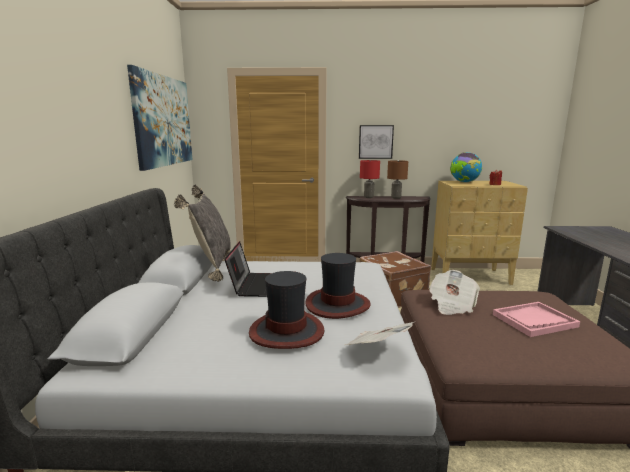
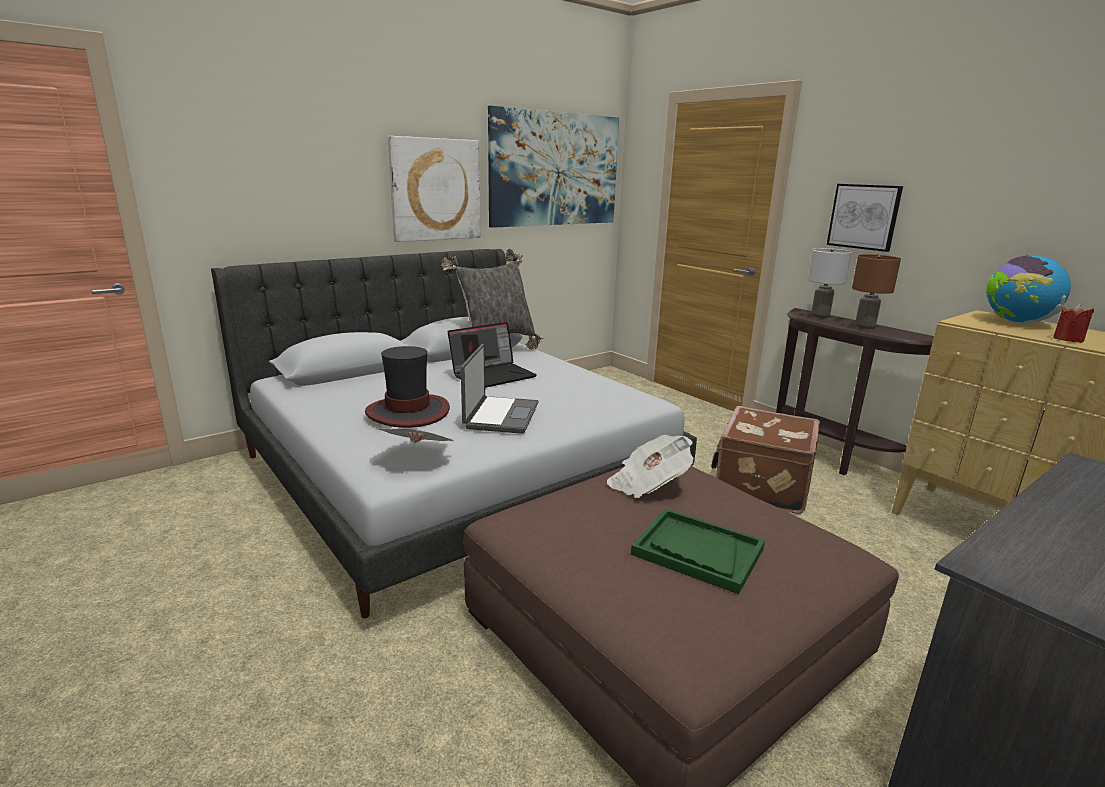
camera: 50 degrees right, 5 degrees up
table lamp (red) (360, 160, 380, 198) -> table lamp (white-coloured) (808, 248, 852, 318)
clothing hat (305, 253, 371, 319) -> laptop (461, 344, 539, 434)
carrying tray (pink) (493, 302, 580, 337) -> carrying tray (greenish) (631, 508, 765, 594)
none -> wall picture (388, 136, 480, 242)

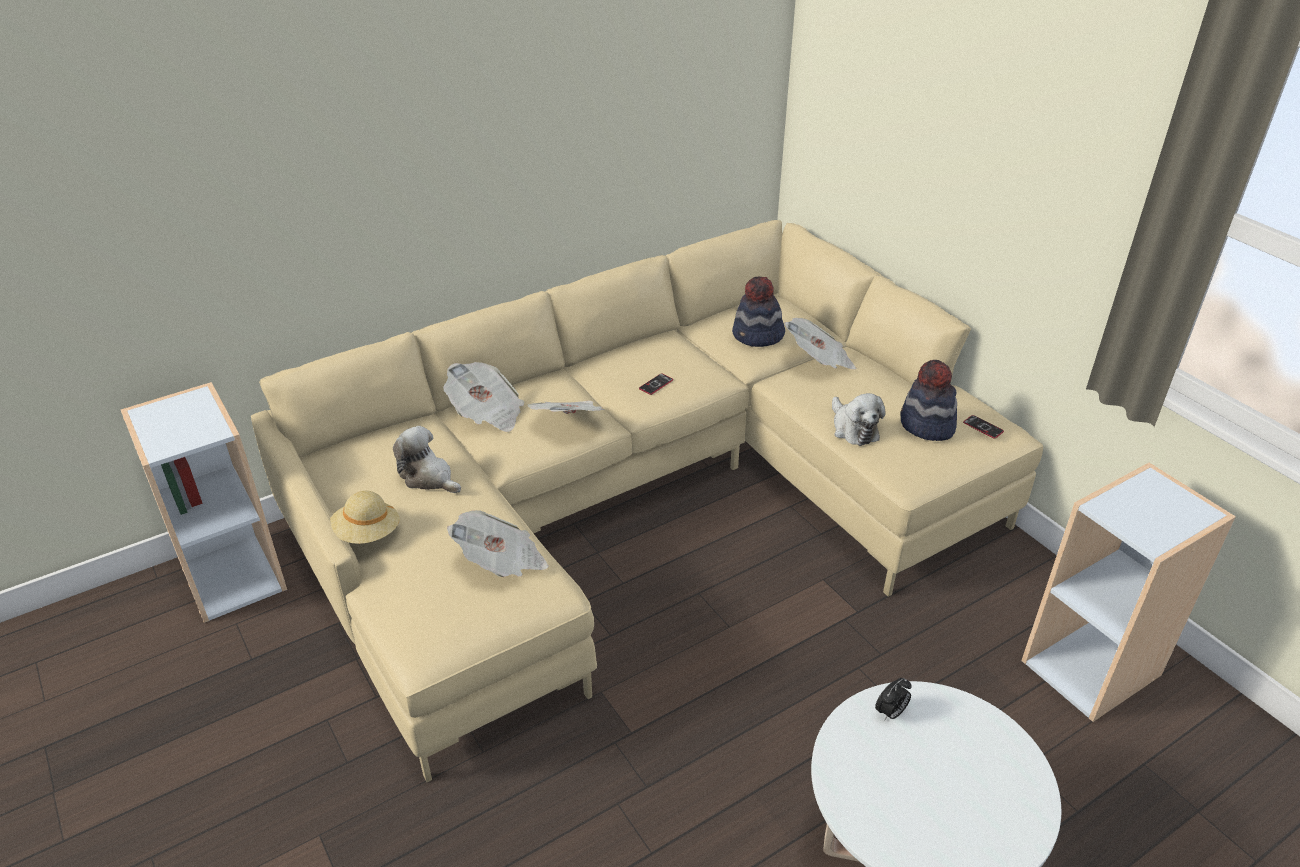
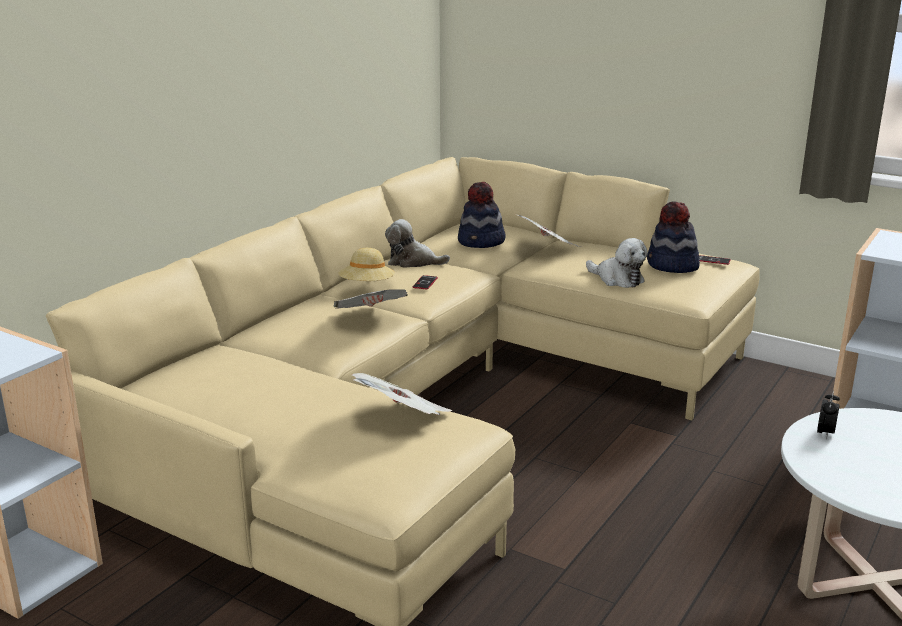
camera: 25 degrees left, 15 degrees down
newspaper (443, 362, 524, 432) -> none
soft toy (393, 426, 461, 493) -> soft toy (385, 219, 450, 268), relocated
clothing hat (sand-coloured) (330, 491, 400, 544) -> clothing hat (sand-coloured) (338, 248, 395, 281), relocated

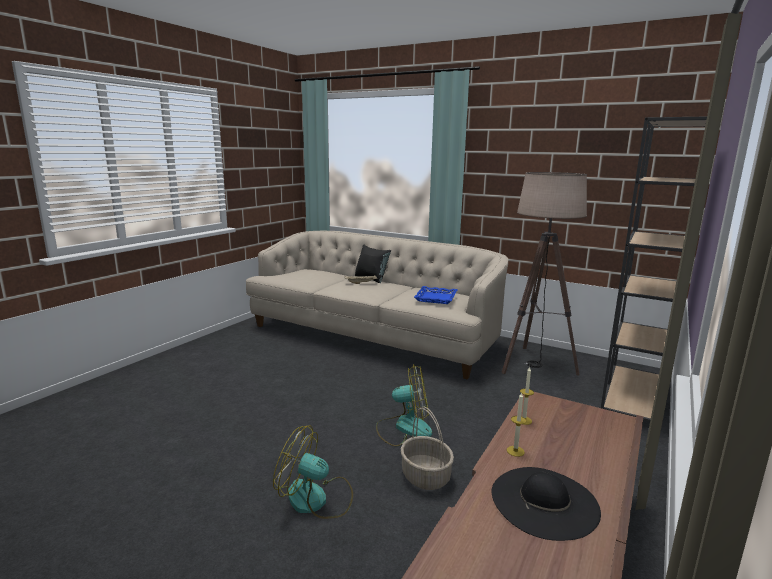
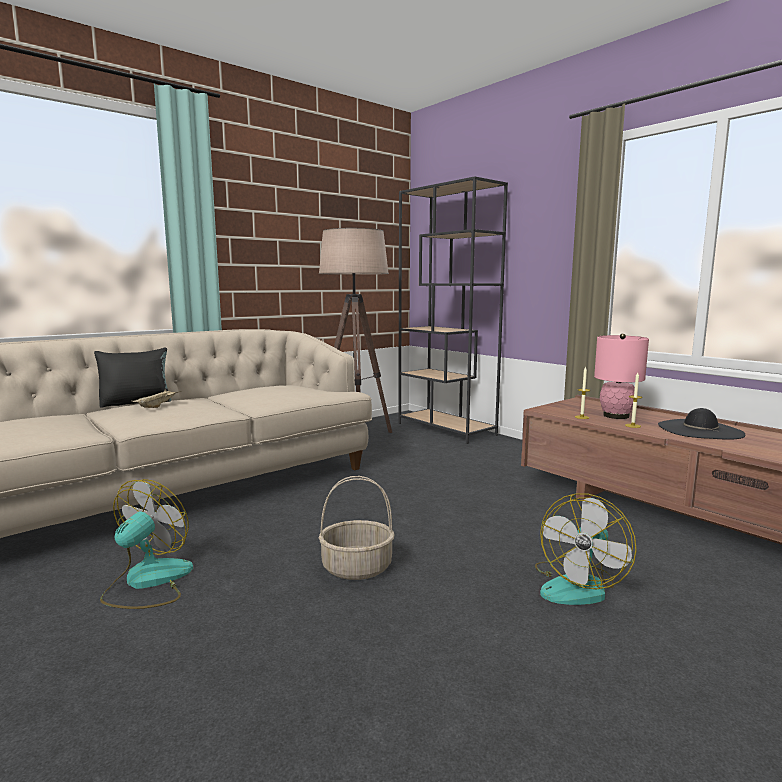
camera: 70 degrees left, 5 degrees down
carrying tray (blue-coloured) (414, 286, 457, 304) -> none
cooling fan (376, 364, 432, 446) -> cooling fan (100, 479, 193, 609), relocated
household basket (401, 407, 454, 490) -> household basket (318, 476, 395, 580), relocated
none -> table lamp (pink) (594, 333, 649, 419)

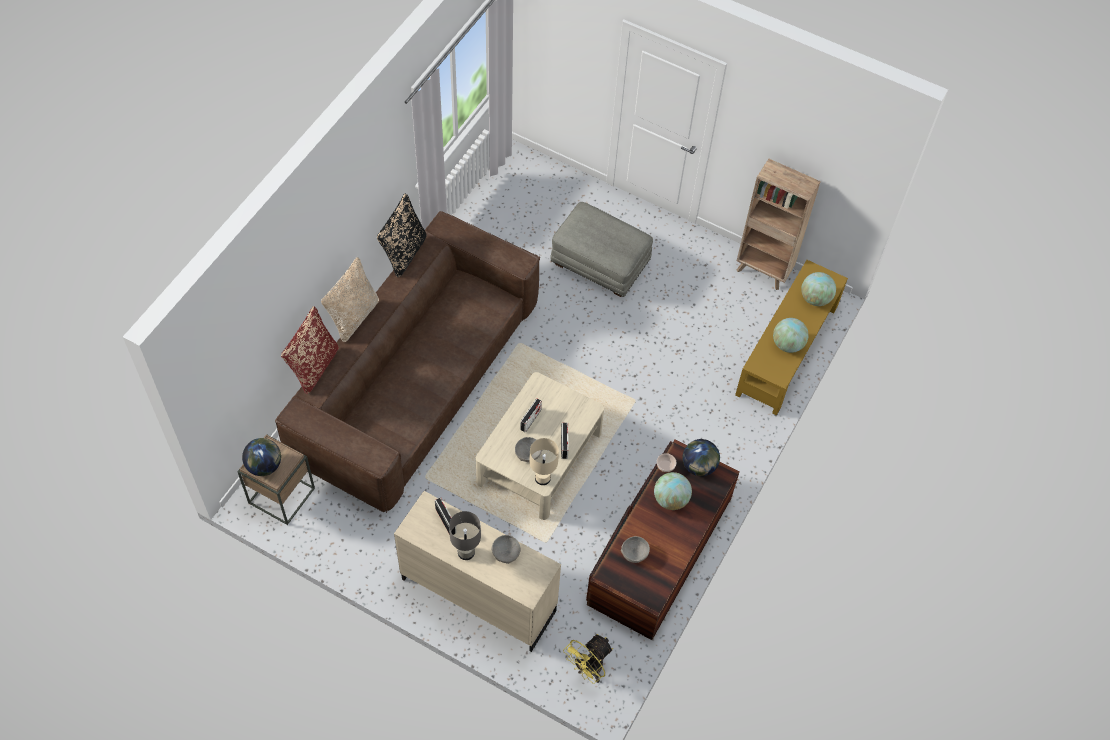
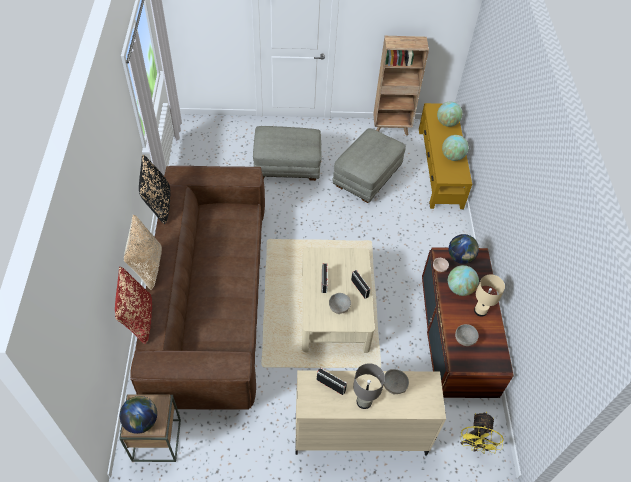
camera: 30 degrees left, 5 degrees down
table lamp (sand-coloured) (529, 438, 559, 485) -> table lamp (sand-coloured) (474, 274, 505, 317), relocated
none -> pouffe (greyish) (333, 128, 406, 203)

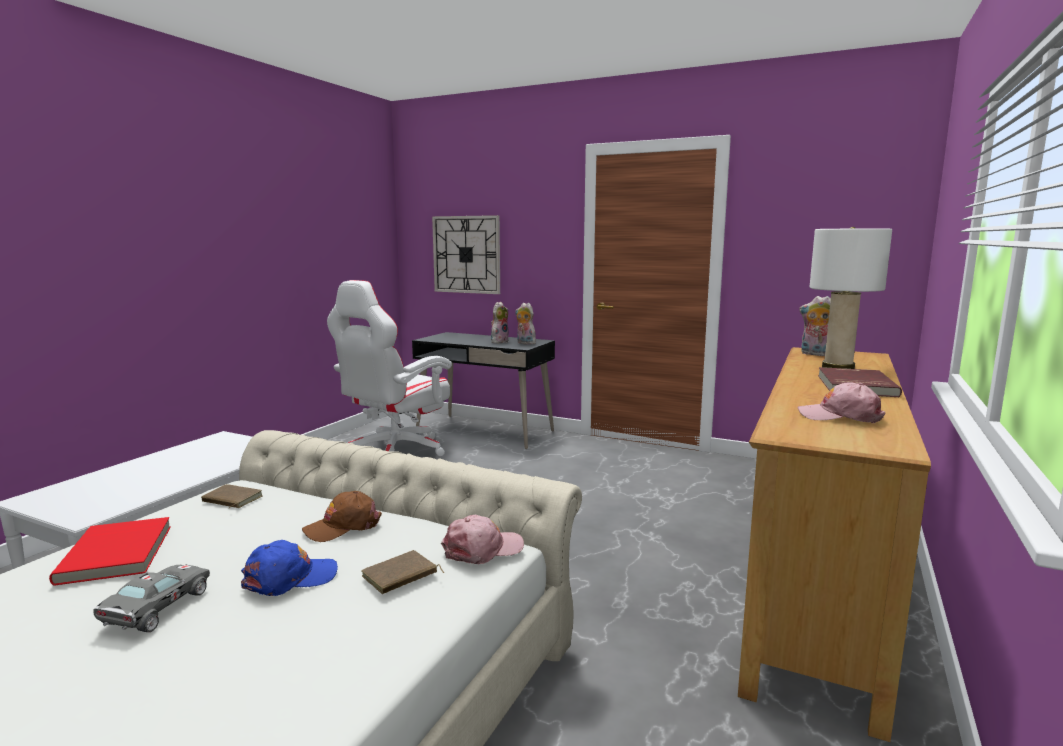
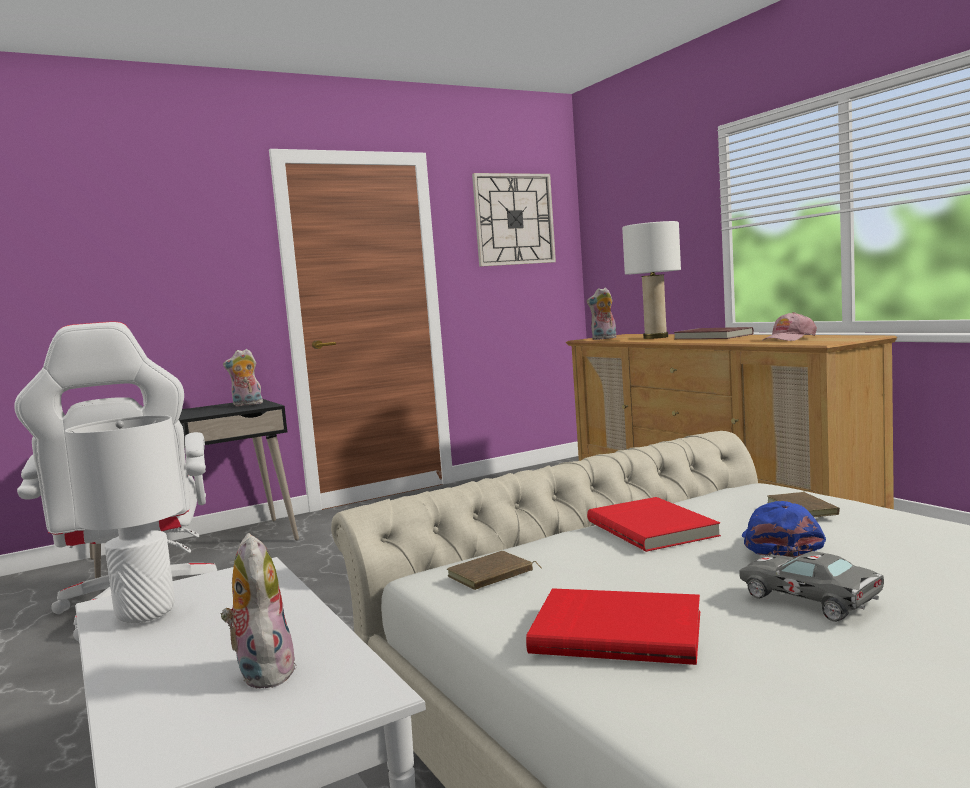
camera: 55 degrees left, 5 degrees down
wall clock (432, 215, 500, 294) -> wall clock (472, 173, 556, 267), relocated
soft toy (491, 302, 509, 343) -> soft toy (221, 533, 297, 688), relocated
baseball cap (brownish) (302, 491, 382, 542) -> book (red) (587, 497, 721, 552)
baseball cap (pink) (441, 515, 524, 564) -> none
none -> table lamp (white-coloured) (65, 415, 183, 623)

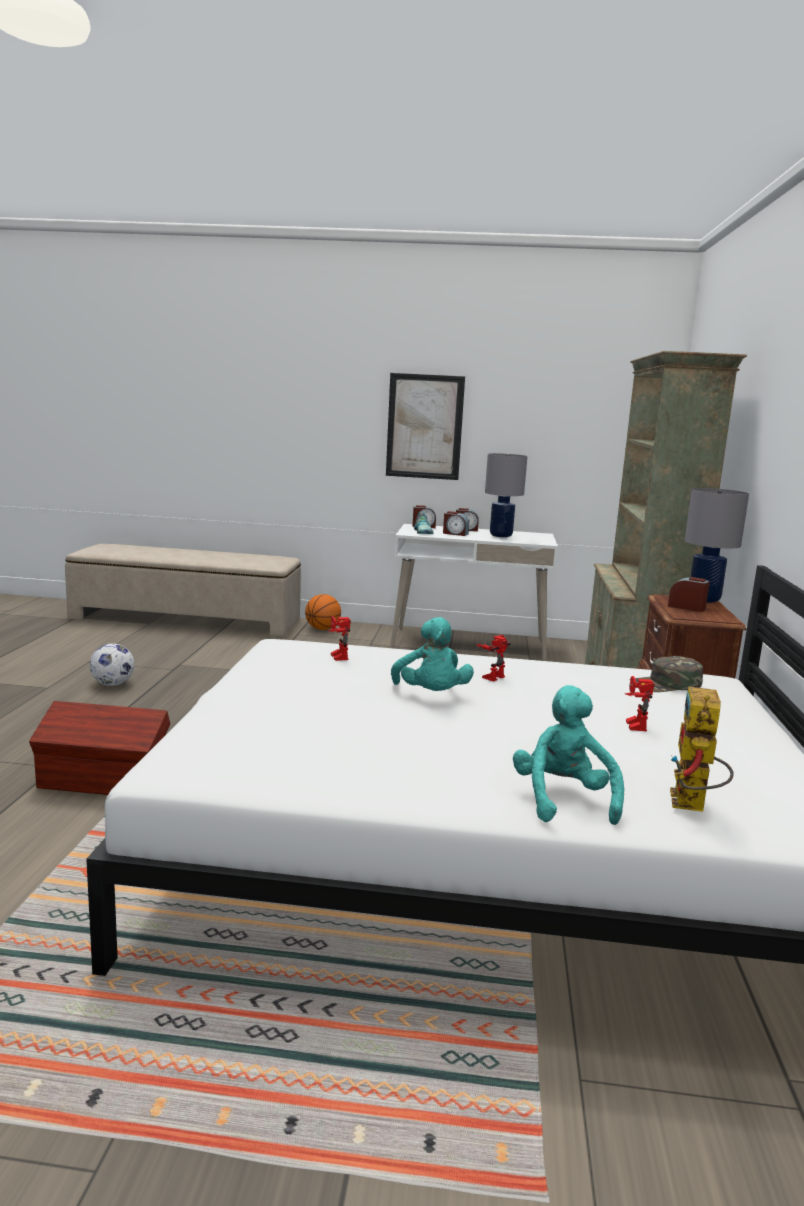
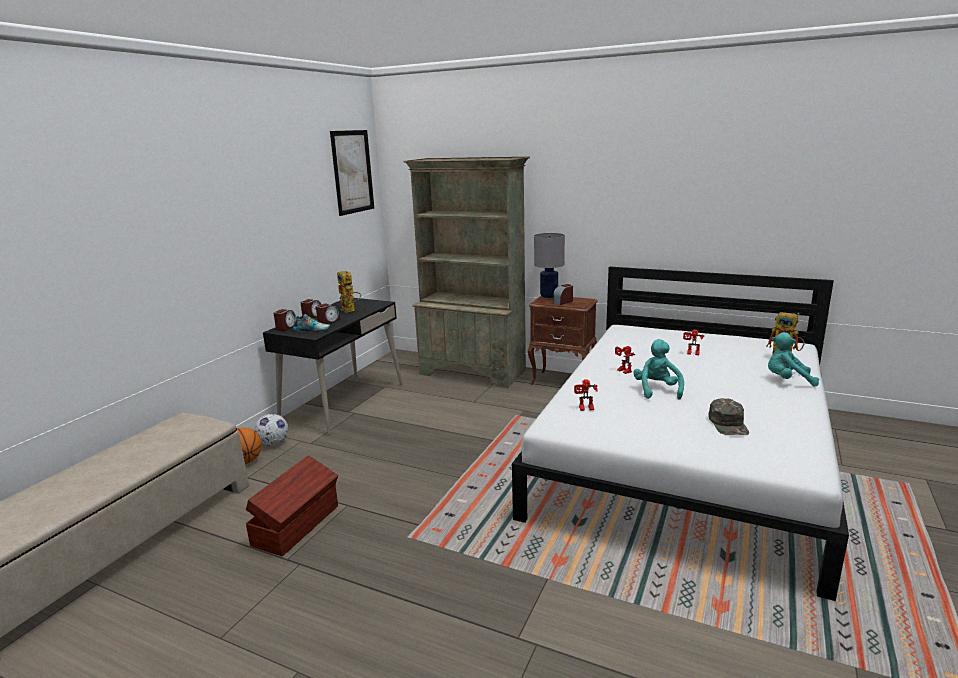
camera: 70 degrees left, 5 degrees up
wall picture (386, 373, 465, 480) -> wall picture (330, 130, 374, 216), relocated
table lamp (greyish) (485, 453, 527, 537) -> model robot (337, 271, 361, 313)
desk table (white-coloured) (390, 524, 558, 661) -> desk table (blackish) (263, 298, 402, 435)
soft toy (turquoise-coloured) (391, 617, 474, 691) -> soft toy (turquoise-coloured) (633, 339, 684, 400), 90 degrees counterclockwise
football ball (90, 644, 135, 686) -> football ball (254, 414, 288, 446), relocated
baseball cap (greenish) (630, 656, 703, 692) -> baseball cap (greenish) (708, 398, 749, 435), relocated
storage box (brownish) (29, 701, 170, 795) -> storage box (brownish) (246, 455, 338, 556), relocated

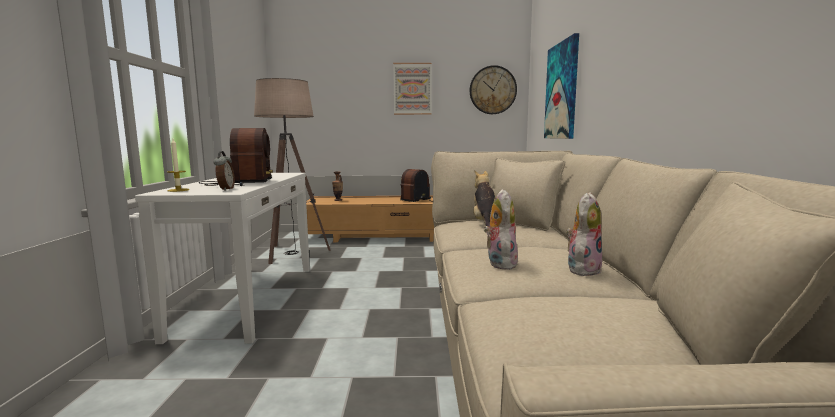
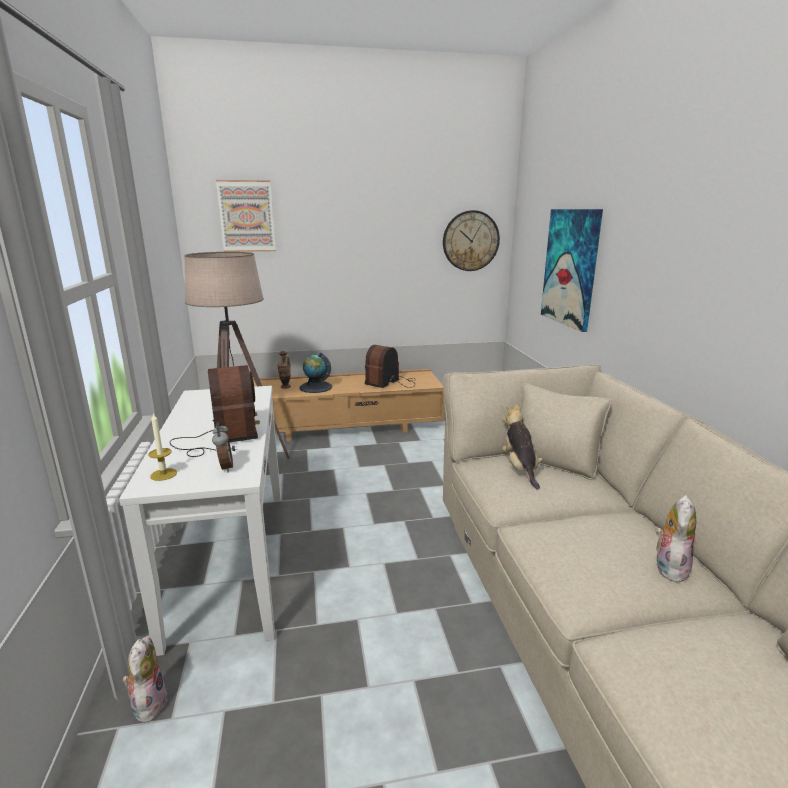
camera: 10 degrees left, 10 degrees up
wall picture (393, 63, 432, 115) -> wall picture (216, 180, 276, 252), relocated
soft toy (484, 189, 518, 270) -> soft toy (123, 636, 168, 723), relocated
none -> globe (299, 353, 332, 393)

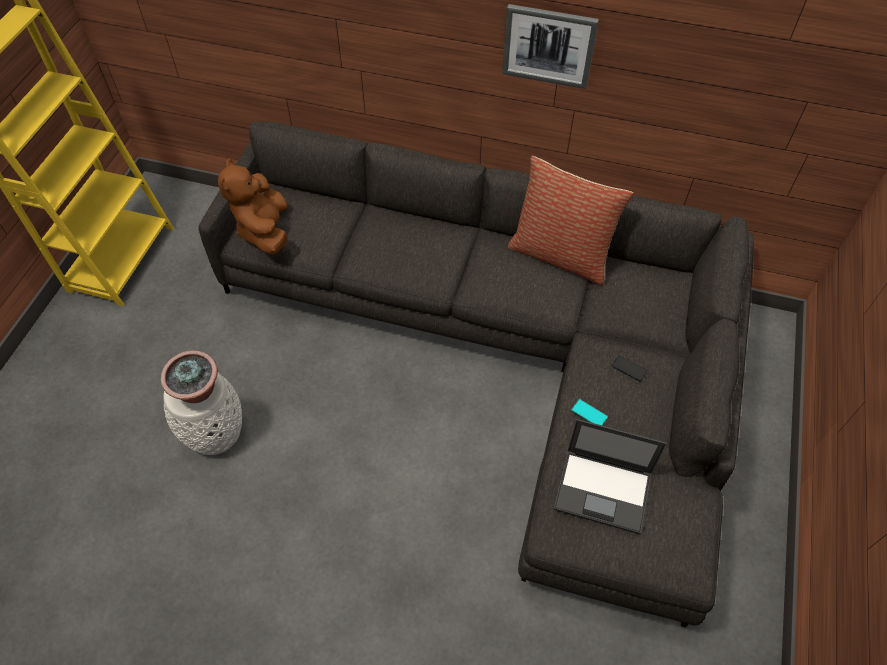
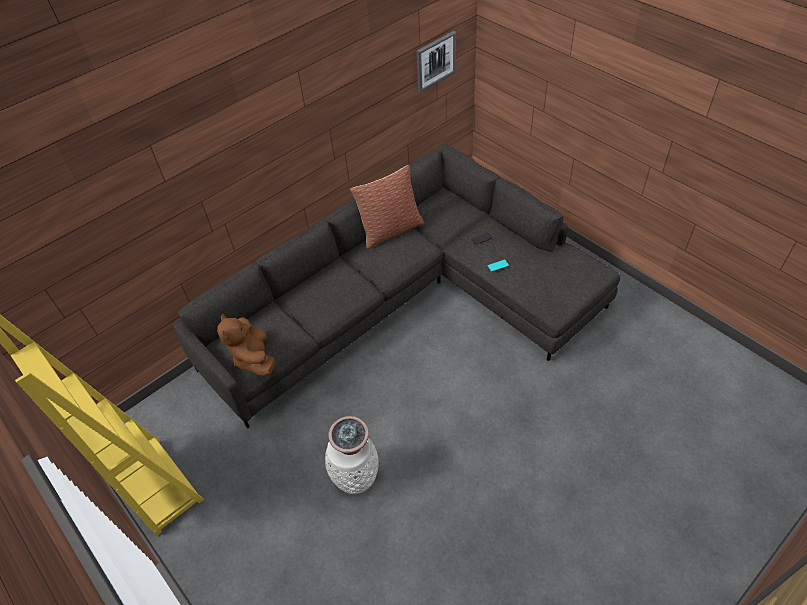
camera: 55 degrees left, 5 degrees down
wall picture (502, 4, 599, 89) -> wall picture (416, 31, 456, 92), relocated
soft toy (brownish) (218, 158, 288, 255) -> soft toy (brownish) (217, 314, 275, 376), 45 degrees clockwise
laptop (554, 419, 666, 535) -> none

